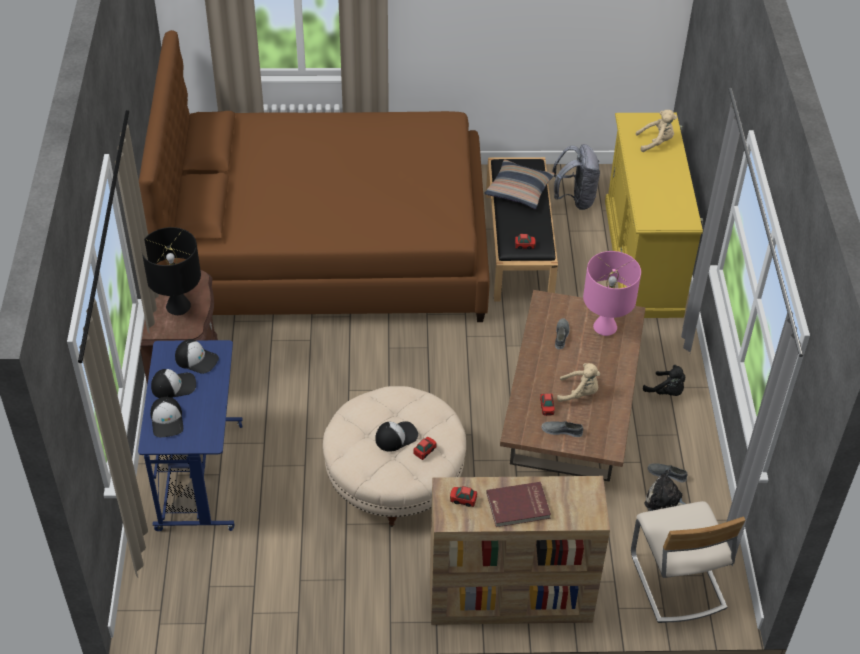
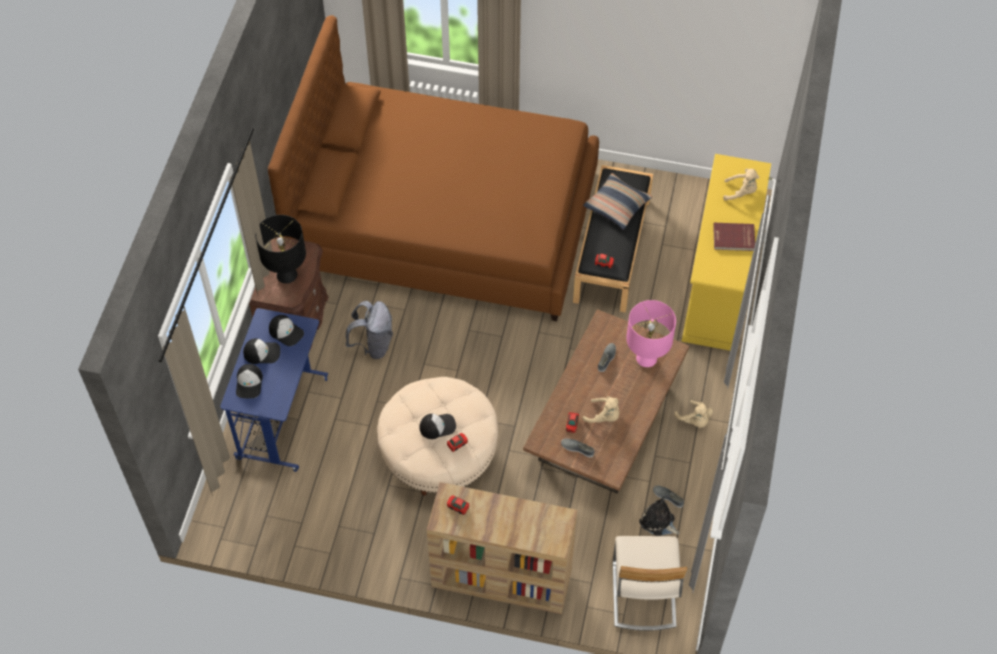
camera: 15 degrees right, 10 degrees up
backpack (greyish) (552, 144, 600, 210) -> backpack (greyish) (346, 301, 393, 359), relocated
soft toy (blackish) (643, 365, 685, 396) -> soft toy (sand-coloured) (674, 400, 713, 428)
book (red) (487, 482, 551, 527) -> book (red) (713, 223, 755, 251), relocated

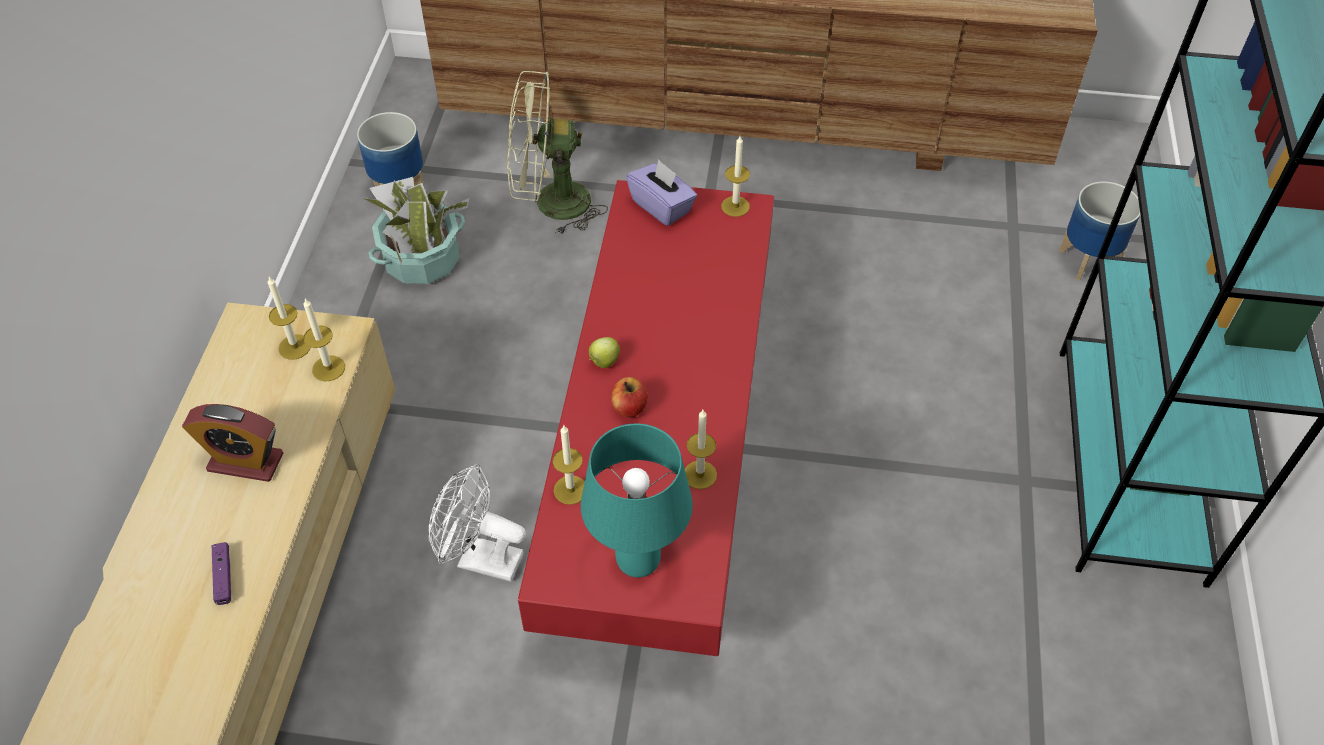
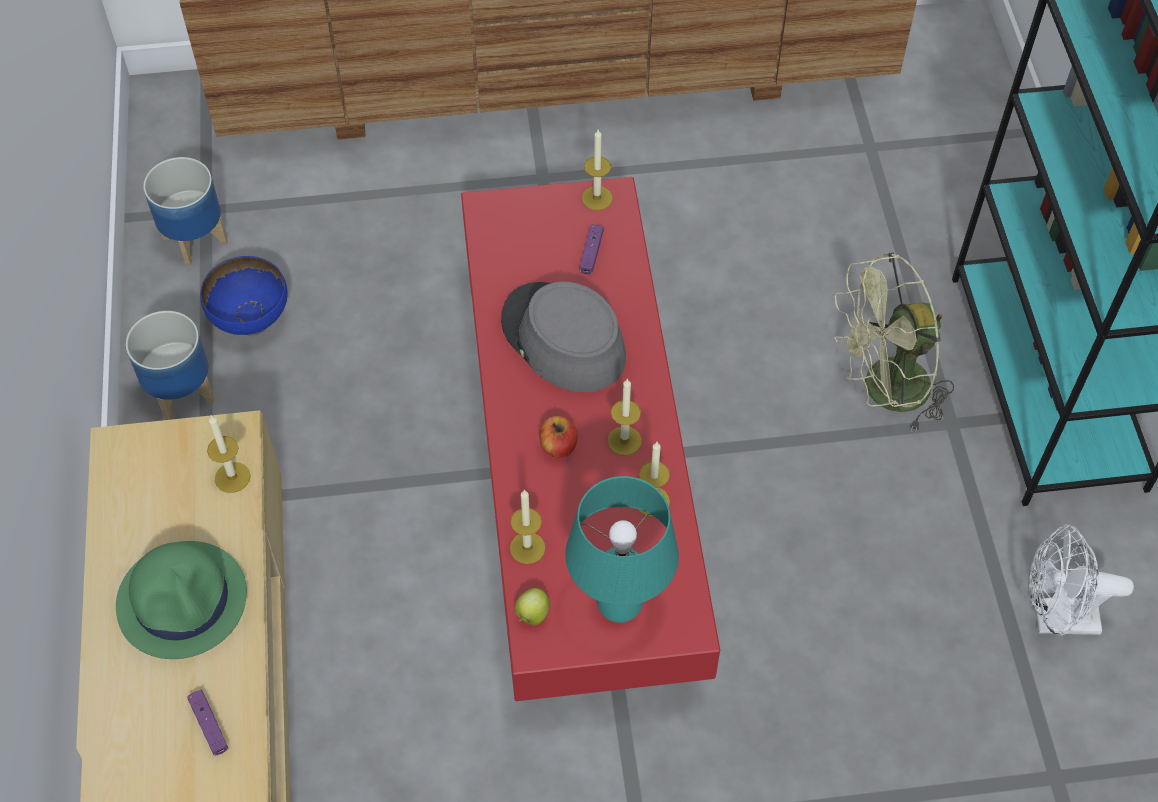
camera: 15 degrees left, 5 degrees up
cooling fan (greenish) (507, 71, 608, 236) -> cooling fan (greenish) (834, 252, 954, 433), relocated
box of tissues (purple-coloured) (626, 159, 697, 226) -> none
potted plant (363, 177, 469, 284) -> bowl (blue-coloured) (200, 256, 288, 335)
planter (1059, 181, 1140, 280) -> planter (126, 311, 215, 420), relocated
candle (268, 277, 311, 360) -> candle (607, 379, 642, 456), relocated
whole apple (589, 337, 620, 368) -> whole apple (515, 588, 550, 625), relocated
bedside clock (182, 404, 283, 482) -> clothing hat (greenish) (116, 541, 247, 659)
cooling fan (white-coloured) (429, 464, 526, 582) -> cooling fan (white-coloured) (1029, 524, 1134, 635), relocated
none -> gamepad (purple-coloured) (579, 224, 604, 275)
none -> clothing hat (greyish) (501, 281, 626, 392)

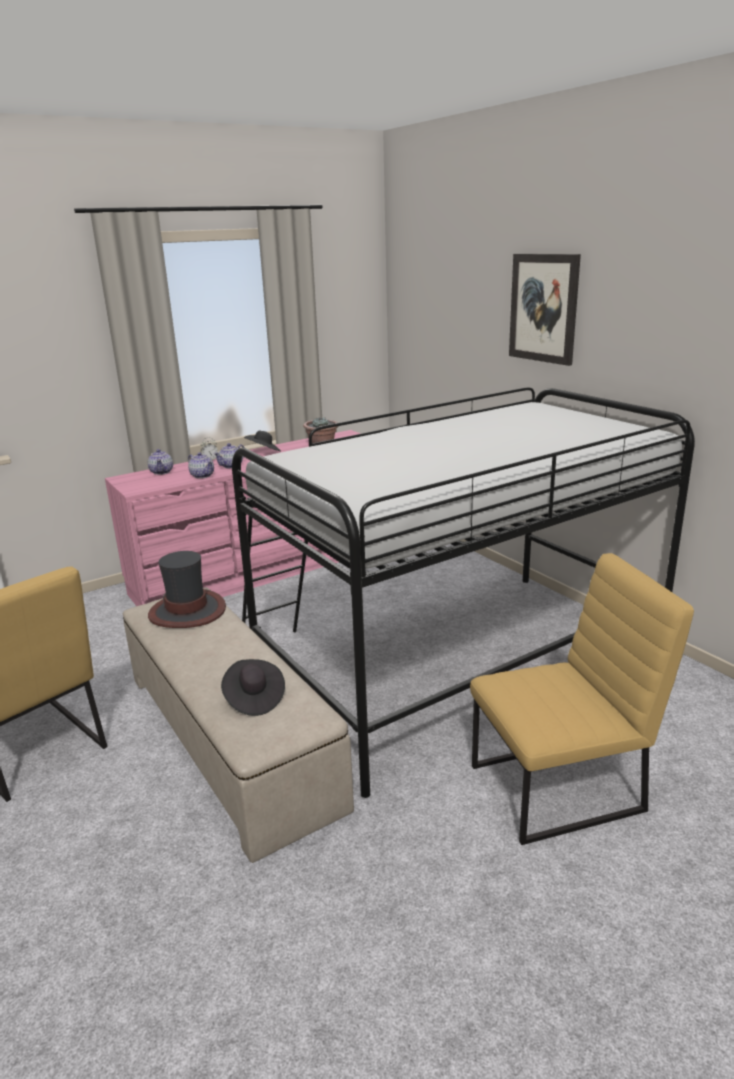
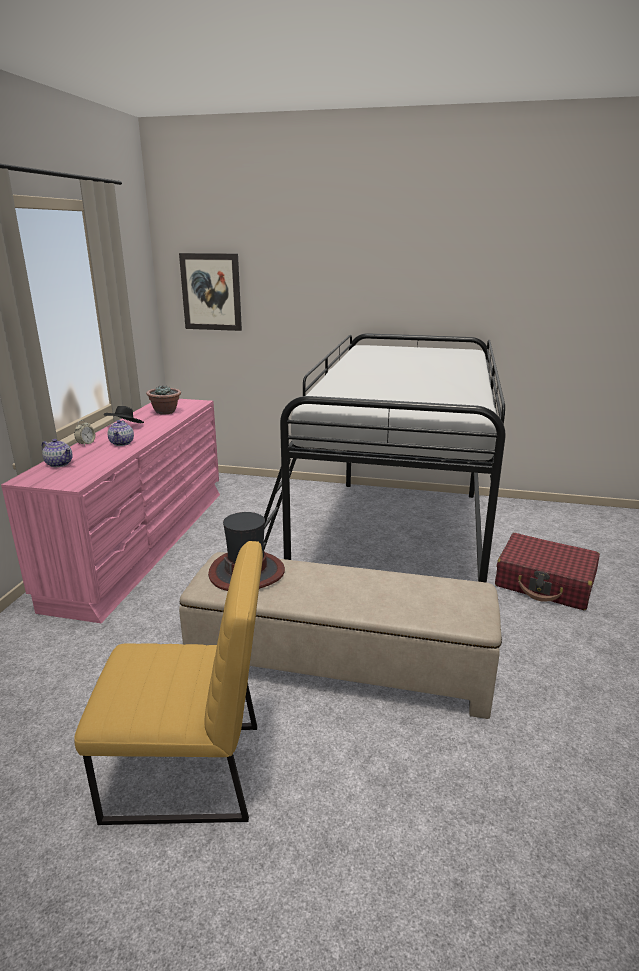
camera: 45 degrees left, 0 degrees up
wall picture (509, 254, 581, 366) -> wall picture (179, 253, 242, 331), relocated
teapot (188, 452, 214, 479) -> none
plain chair (yellow) (470, 553, 694, 845) -> travel case (red) (495, 533, 600, 610)
clothing hat (blackish) (221, 659, 285, 716) -> none

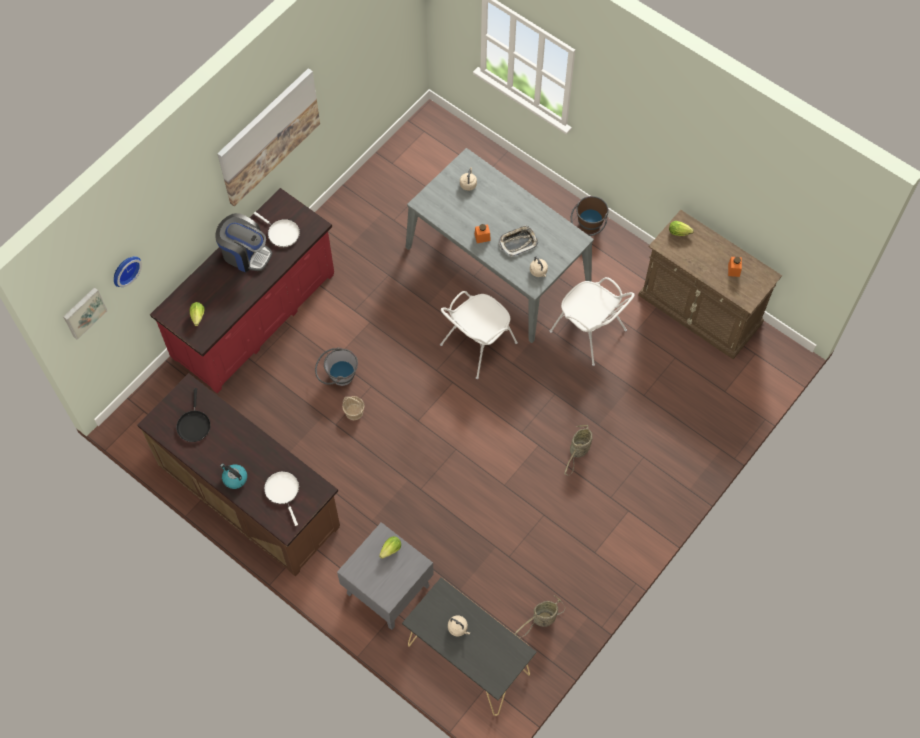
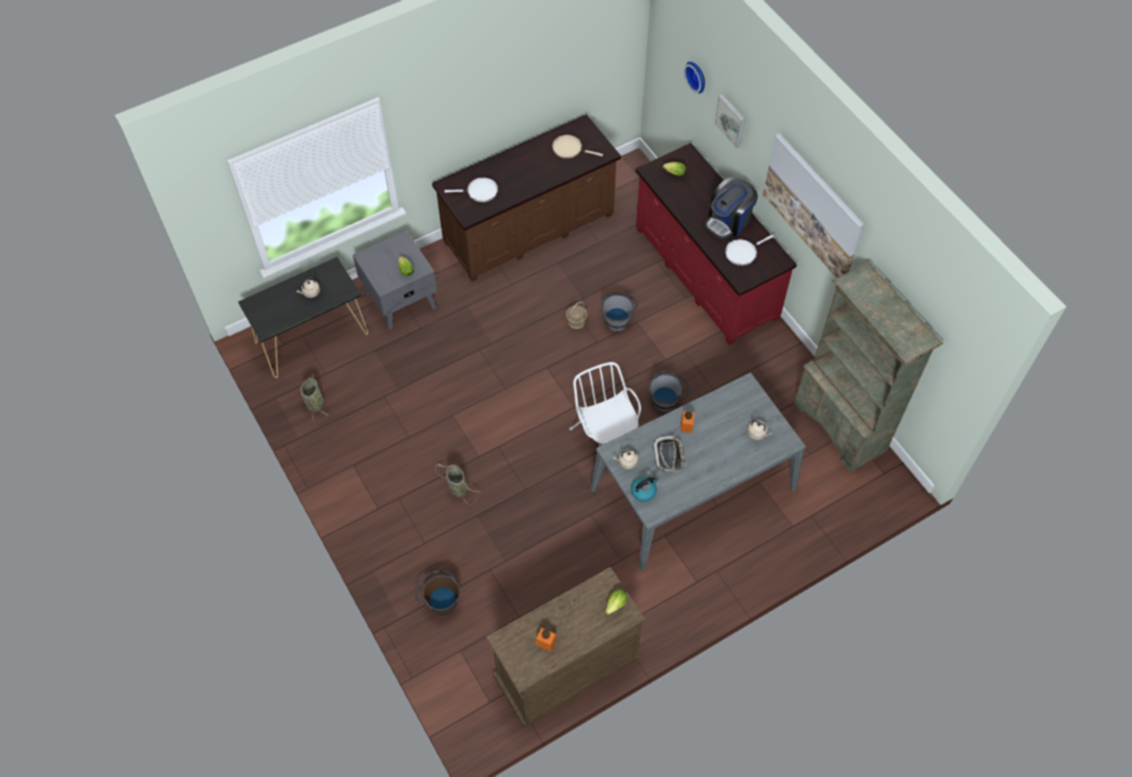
camera: 110 degrees right, 5 degrees down
pail (brownish) (571, 196, 609, 236) -> pail (brownish) (415, 570, 460, 615), relocated
plain chair (white-coloured) (549, 277, 635, 366) -> none
wall picture (63, 287, 107, 340) -> wall picture (714, 94, 745, 148), relocated
frying pan (blackish) (176, 388, 211, 442) -> frying pan (sand-coloured) (552, 135, 603, 158)
tea kettle (220, 463, 247, 489) -> tea kettle (631, 476, 658, 502), relocated
none -> bookcase (greenish) (794, 262, 943, 472)
none -> pail (greyish) (649, 371, 691, 412)

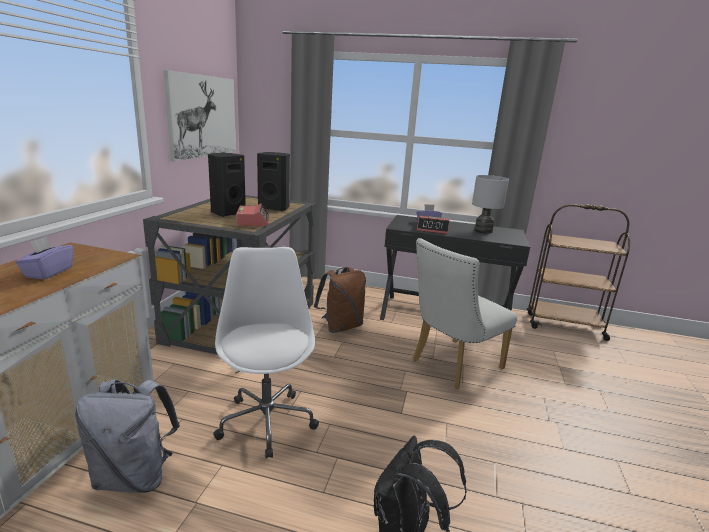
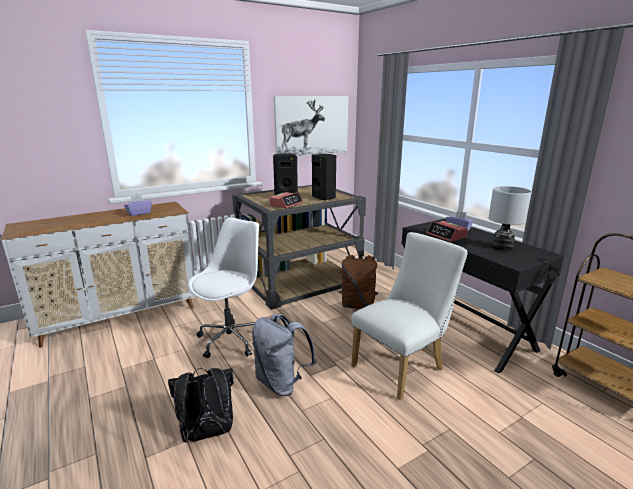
camera: 45 degrees right, 0 degrees up
plain chair (white-coloured) (413, 238, 517, 389) -> plain chair (white-coloured) (351, 232, 468, 400), 135 degrees clockwise
backpack (greyish) (75, 379, 180, 493) -> backpack (greyish) (252, 314, 316, 396), relocated

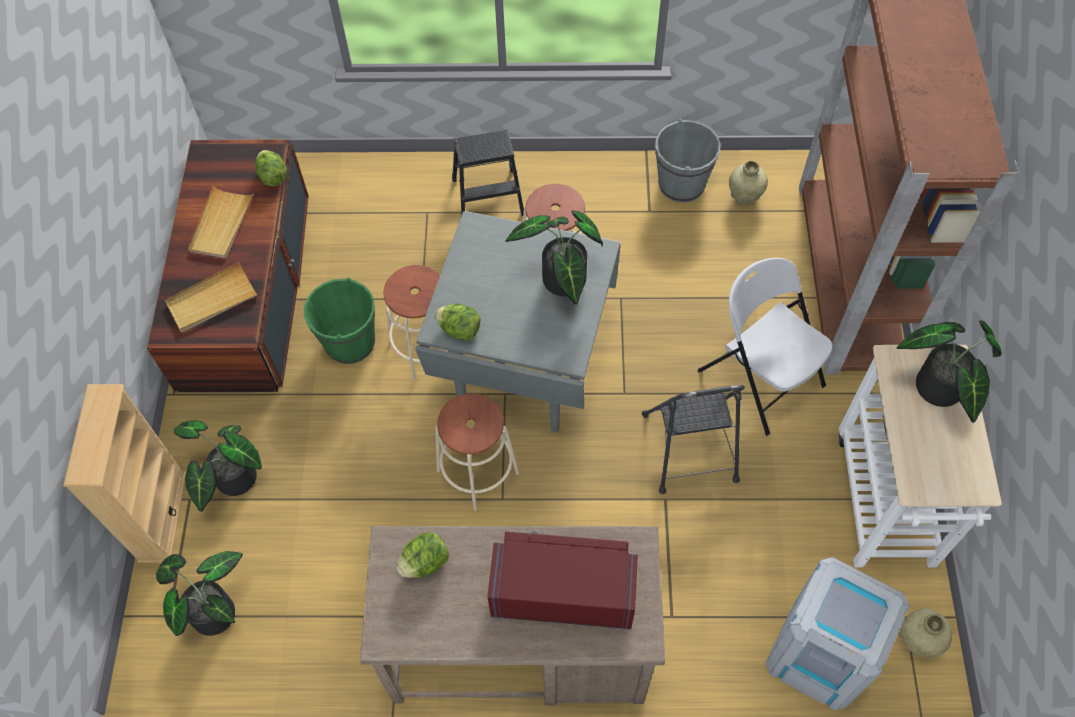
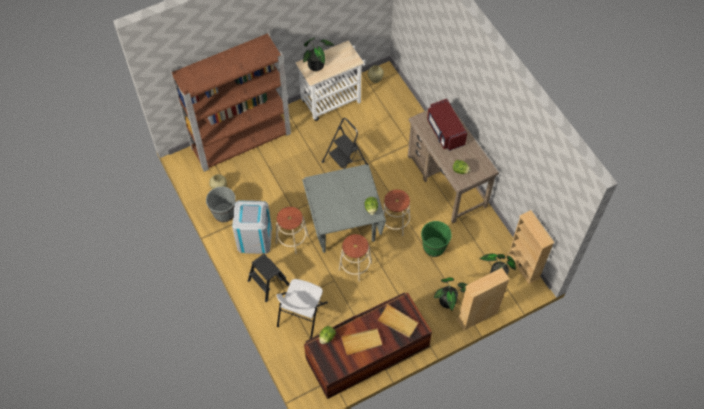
camera: 120 degrees left, 0 degrees up
potted plant (505, 210, 603, 305) -> none
plain chair (white-coloured) (698, 258, 832, 436) -> plain chair (white-coloured) (276, 279, 328, 339), relocated
pail (greenish) (304, 277, 375, 364) -> pail (greenish) (421, 221, 452, 257), relocated
trash can (greyish) (765, 557, 910, 711) -> trash can (greyish) (232, 200, 272, 254), relocated
none -> bookcase (sand-coloured) (508, 210, 555, 284)

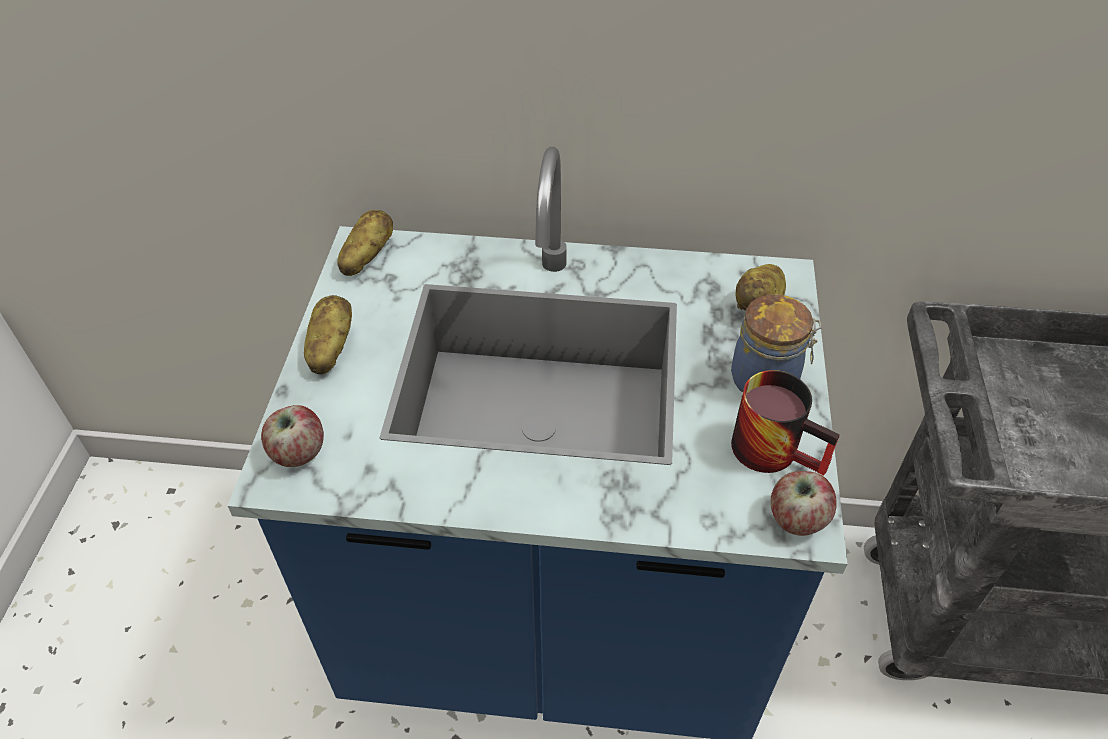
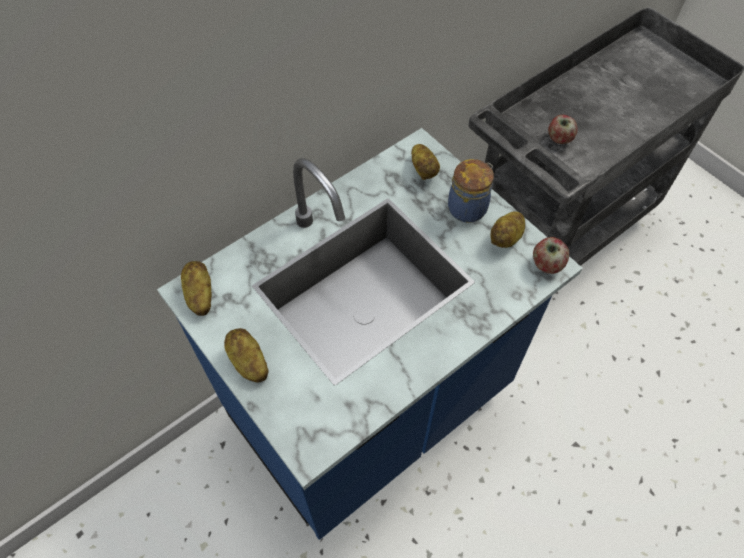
camera: 45 degrees left, 10 degrees up
tea mug (731, 370, 840, 476) -> spud (491, 211, 525, 248)
whole apple (261, 405, 324, 467) -> whole apple (548, 115, 578, 144), relocated

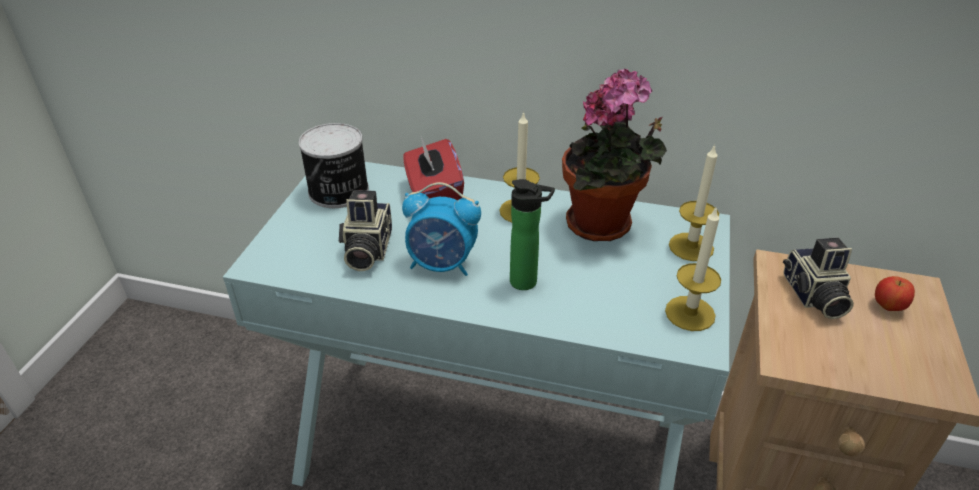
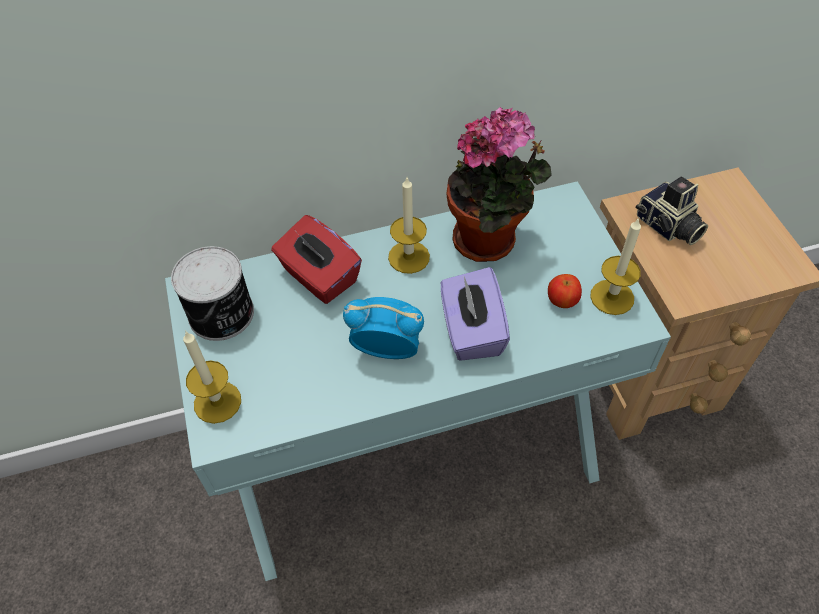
camera: 30 degrees left, 15 degrees up
candle (669, 144, 719, 261) -> candle (183, 331, 241, 424), relocated
beverage bottle (510, 179, 555, 290) -> box of tissues (purple-coloured) (441, 267, 510, 361)
bedside clock (402, 182, 481, 276) -> bedside clock (343, 297, 424, 359), 150 degrees counterclockwise
photo camera (339, 190, 392, 271) -> none
whole apple (875, 276, 915, 311) -> whole apple (548, 274, 582, 308), relocated

